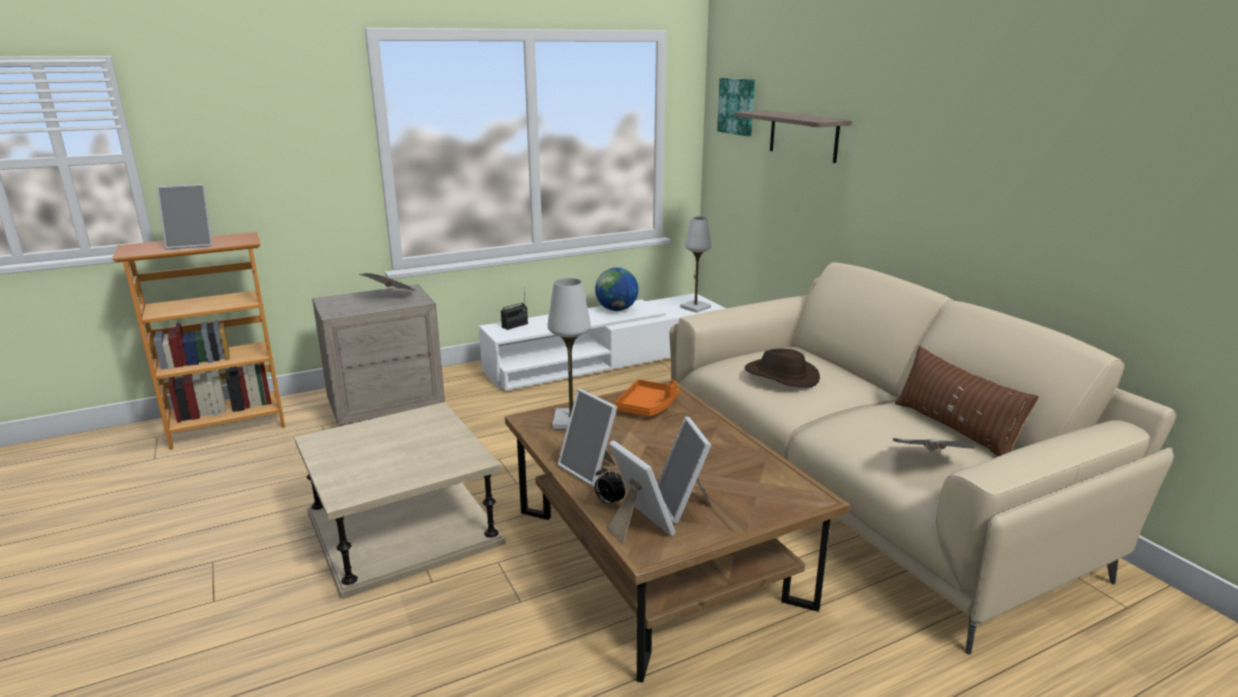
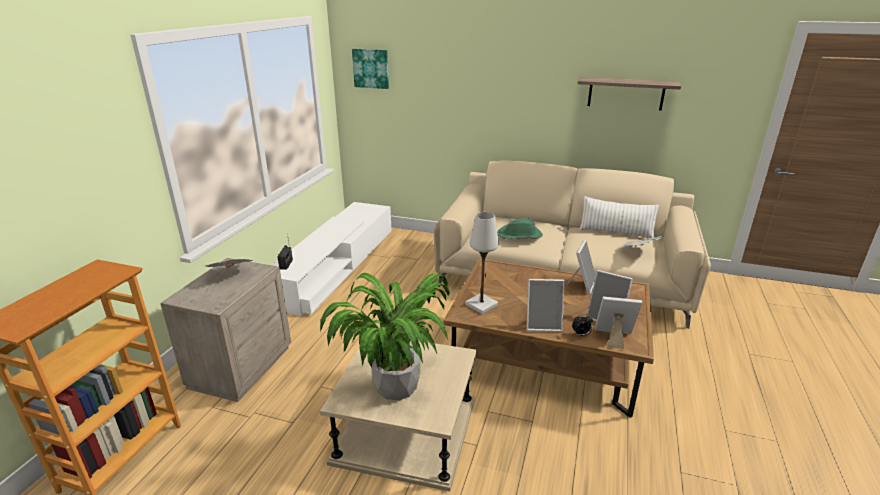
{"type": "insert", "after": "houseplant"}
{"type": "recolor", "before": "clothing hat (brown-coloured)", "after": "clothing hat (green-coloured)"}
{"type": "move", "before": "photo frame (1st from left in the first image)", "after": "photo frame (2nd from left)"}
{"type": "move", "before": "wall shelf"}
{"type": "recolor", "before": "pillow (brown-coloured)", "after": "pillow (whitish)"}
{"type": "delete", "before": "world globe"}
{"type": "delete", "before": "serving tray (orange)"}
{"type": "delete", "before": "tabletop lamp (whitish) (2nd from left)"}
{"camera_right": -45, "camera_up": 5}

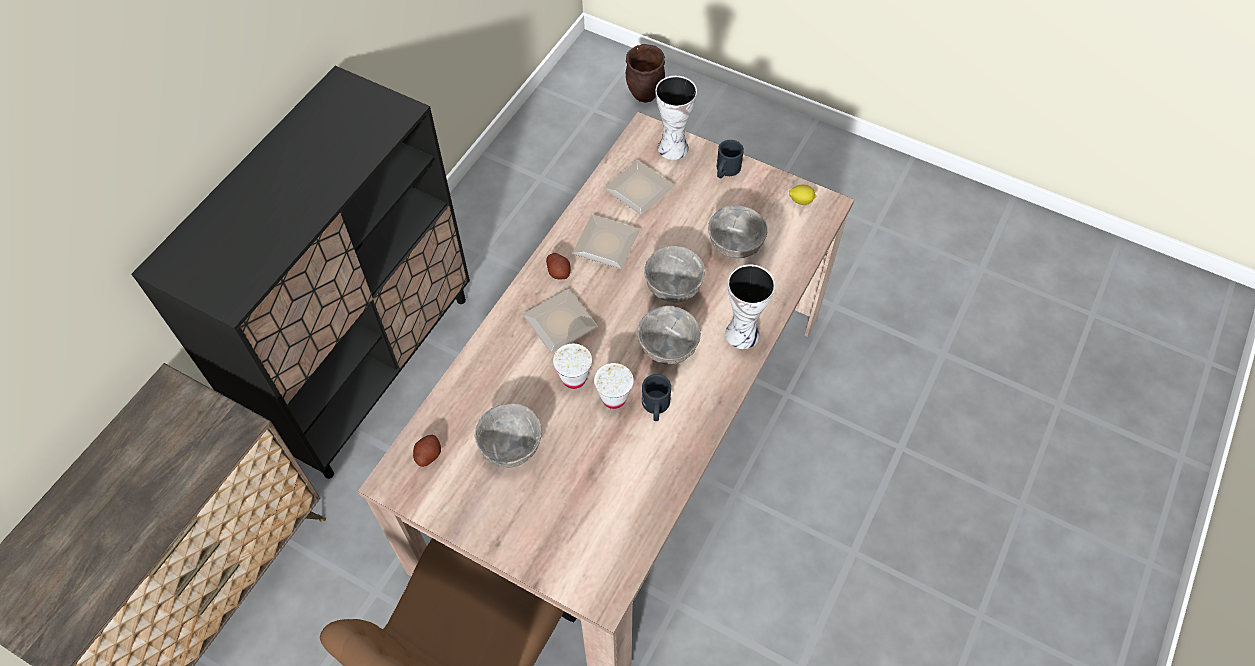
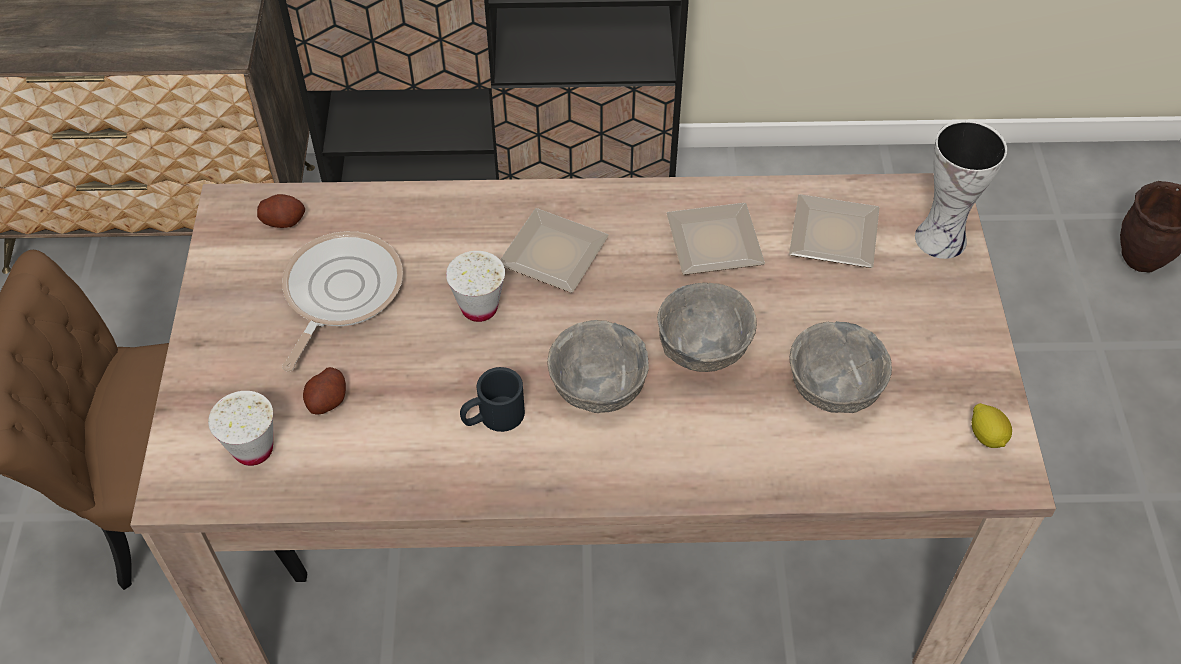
{"type": "move", "before": "cup (whitish) (2nd from left in the first image)", "after": "cup (whitish) (1st from left)"}
{"type": "replace", "before": "deep dish (grey) (1st from left)", "after": "pan"}
{"type": "move", "before": "potato (2nd from left)"}
{"type": "delete", "before": "coffee mug (black-coloured) (2nd from left)"}
{"type": "delete", "before": "decorative vase (2nd from left)"}
{"camera_right": 60, "camera_up": -5}

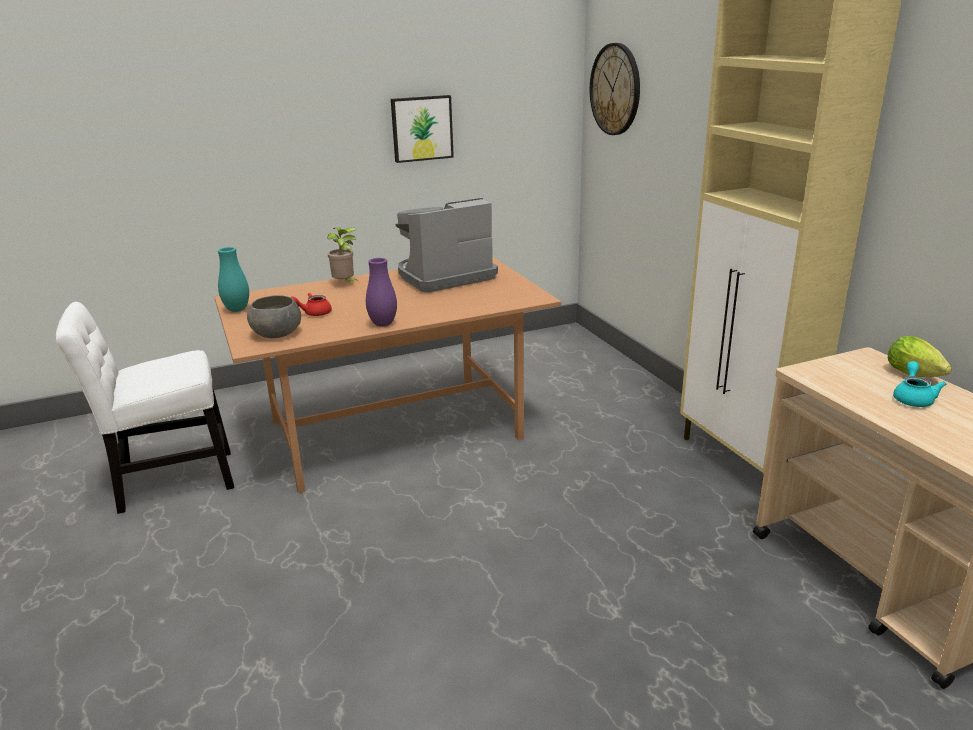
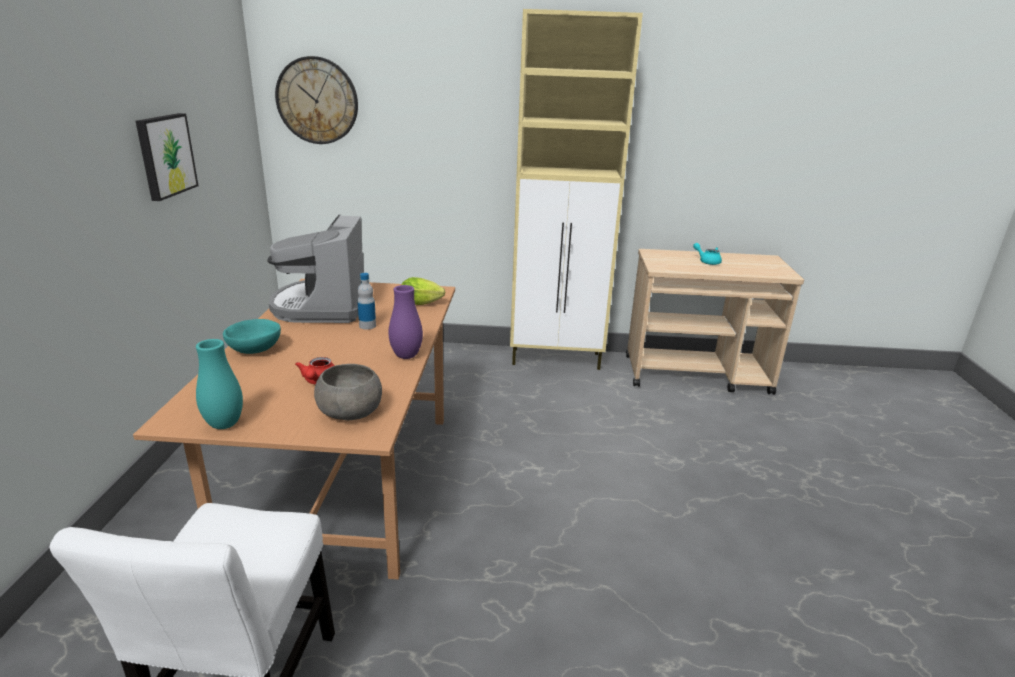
{"type": "replace", "before": "houseplant", "after": "deep dish (turquoise-coloured)"}
{"type": "insert", "after": "beverage bottle"}
{"type": "move", "before": "lettuce"}
{"camera_right": -65, "camera_up": 0}

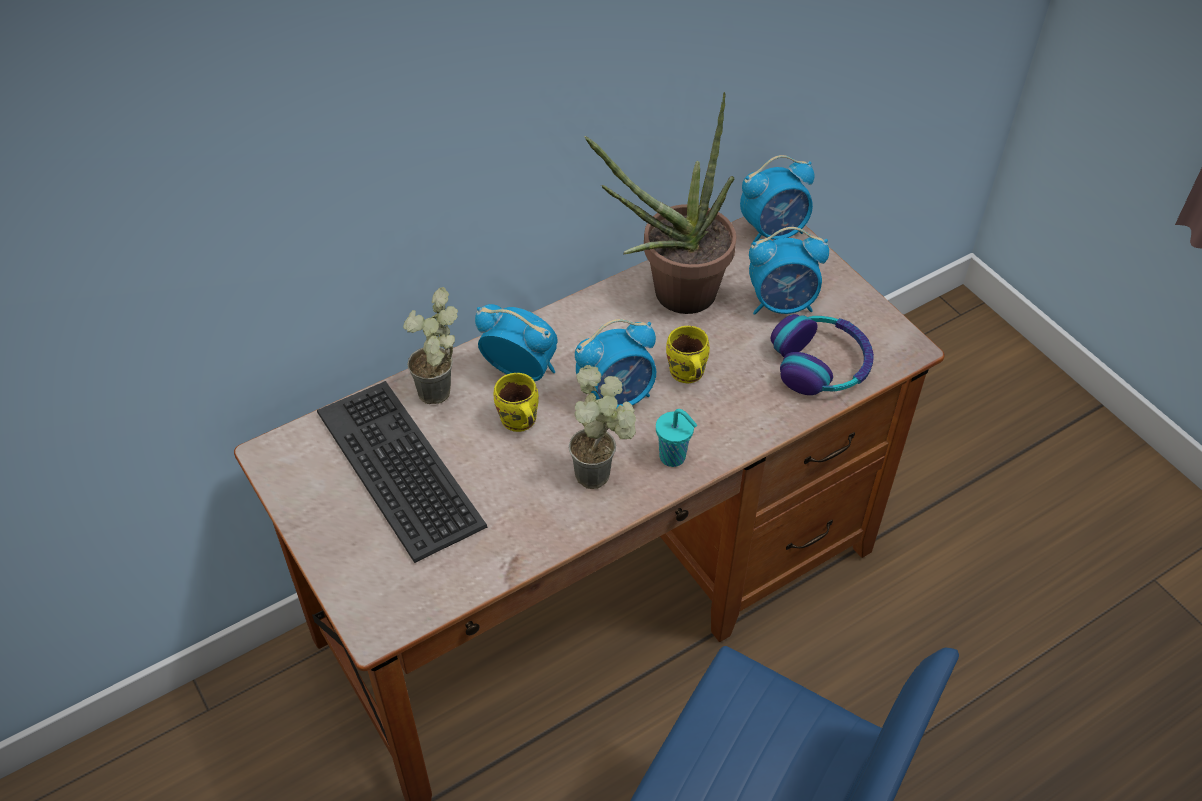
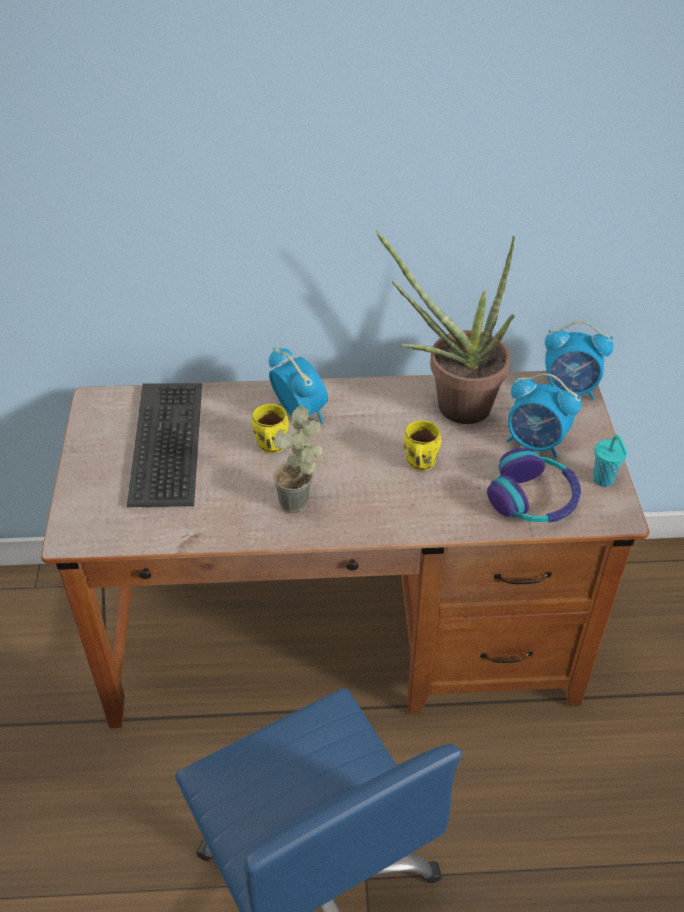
{"type": "move", "before": "cup (turquoise-coloured)"}
{"type": "delete", "before": "houseplant (1st from left)"}
{"type": "delete", "before": "alarm clock (2nd from left)"}
{"camera_right": 30, "camera_up": -5}

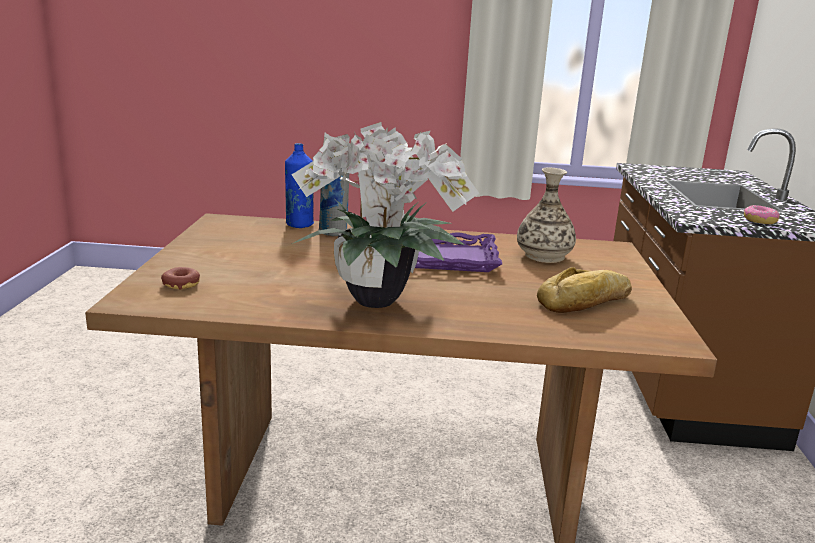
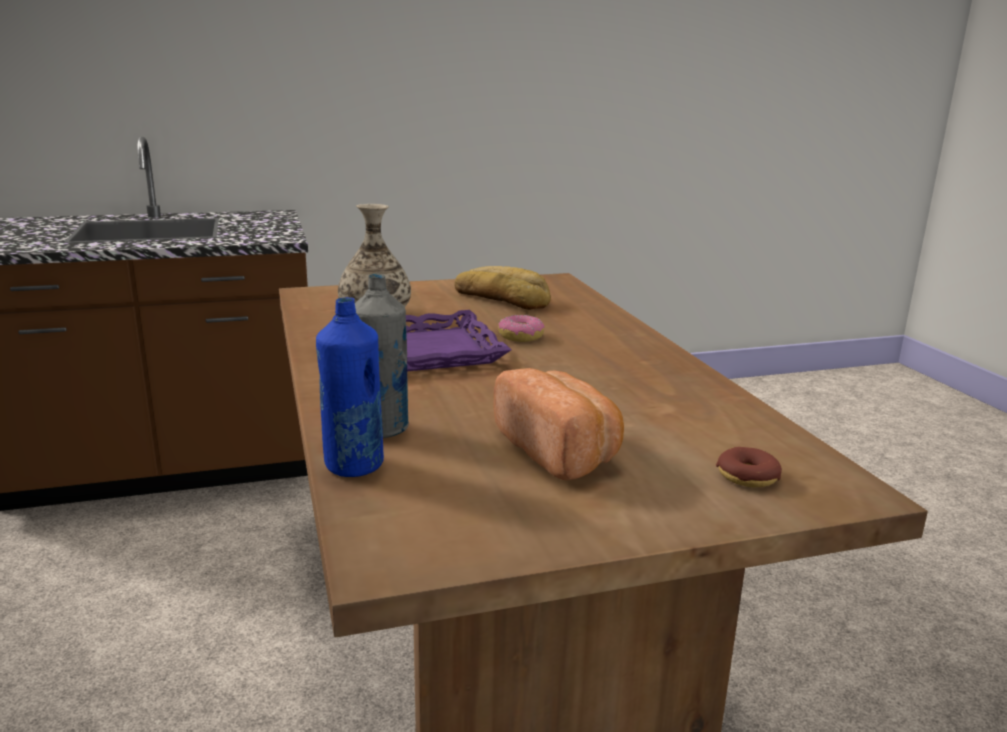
{"type": "insert", "after": "bread (2nd from left)"}
{"type": "move", "before": "ring doughnut (2nd from left in the first image)", "after": "ring doughnut (1st from left)"}
{"type": "delete", "before": "houseplant"}
{"camera_right": -110, "camera_up": 0}

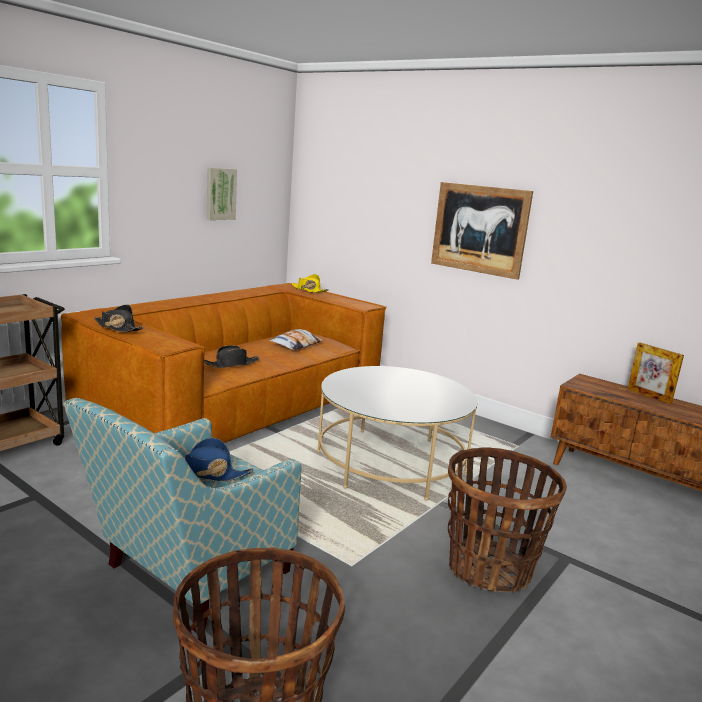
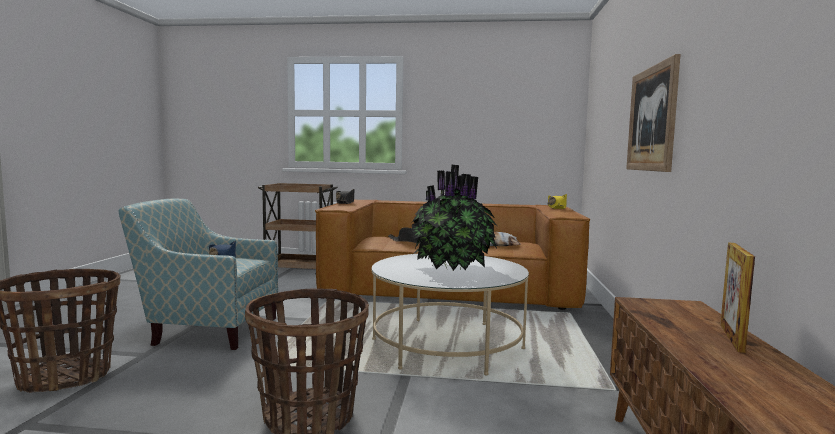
{"type": "insert", "after": "houseplant"}
{"type": "delete", "before": "picture (1st from left)"}
{"camera_right": 60, "camera_up": -10}

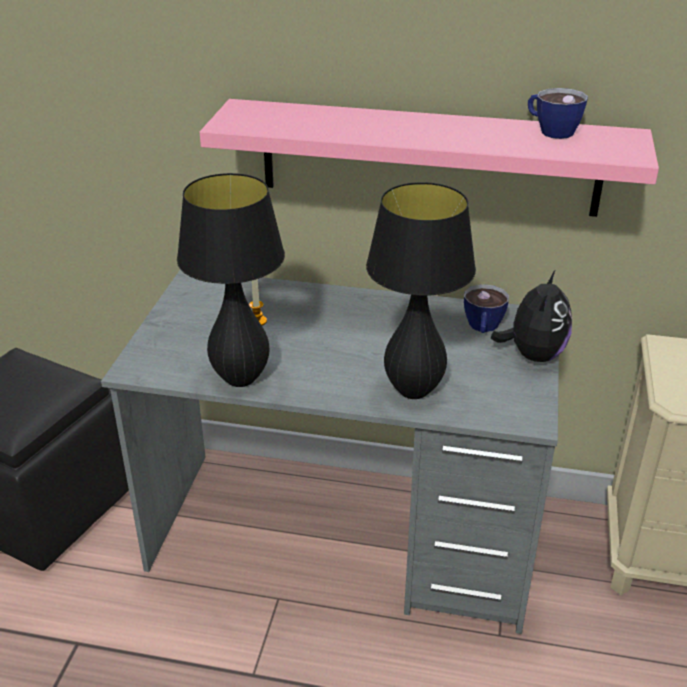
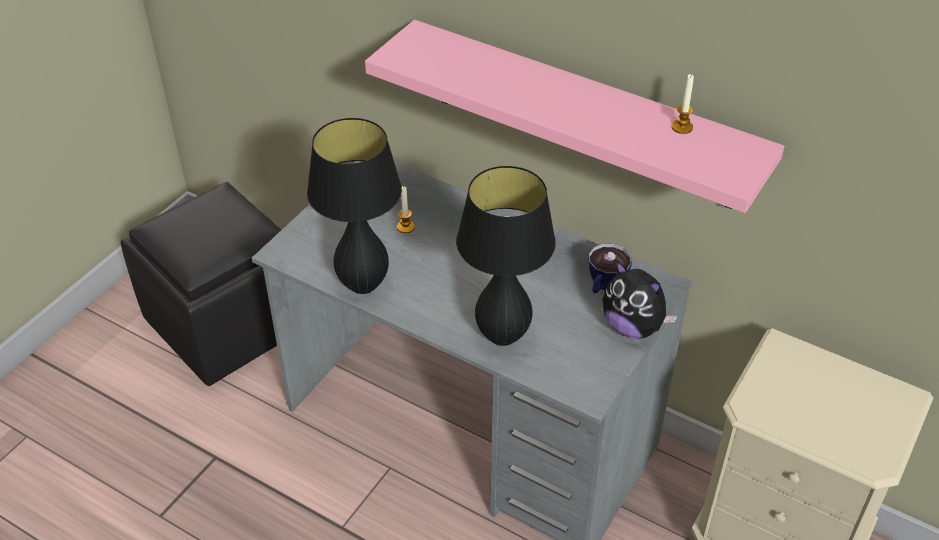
{"type": "rotate", "before": "cuddly toy", "turn": 90}
{"type": "replace", "before": "cup (2nd from left)", "after": "wax light (2nd from left)"}
{"camera_right": 20, "camera_up": 10}

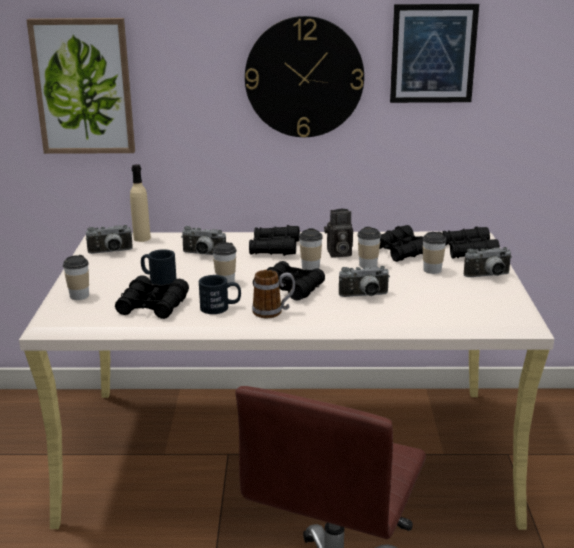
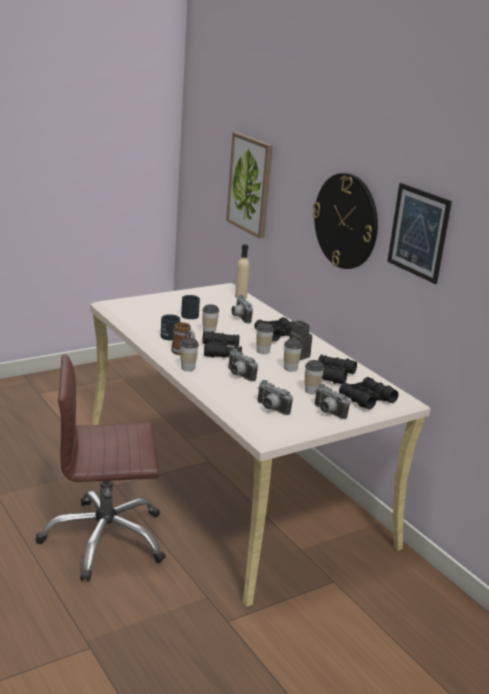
{"type": "move", "before": "cup (1st from left)"}
{"type": "move", "before": "photo camera (1st from left in the first image)", "after": "photo camera (3rd from left)"}
{"type": "delete", "before": "pair of binoculars (black-coloured) (1st from left)"}
{"camera_right": 55, "camera_up": 0}

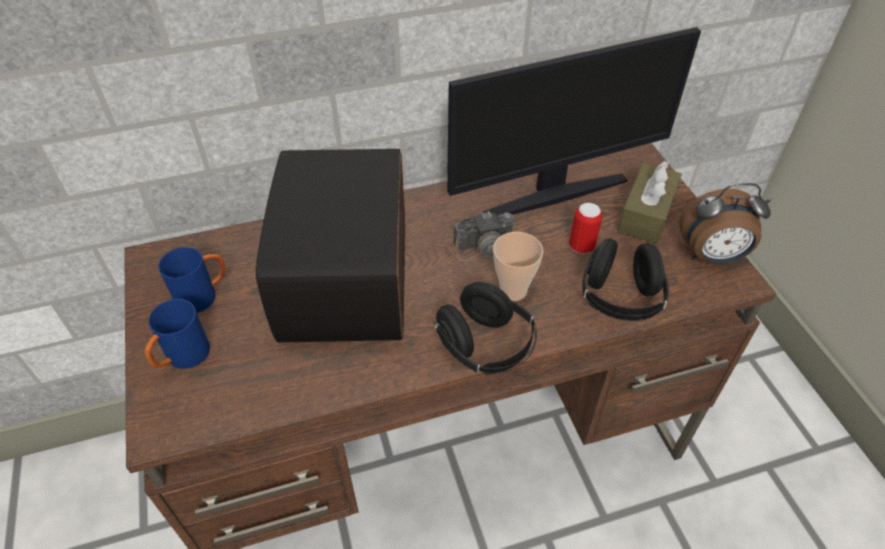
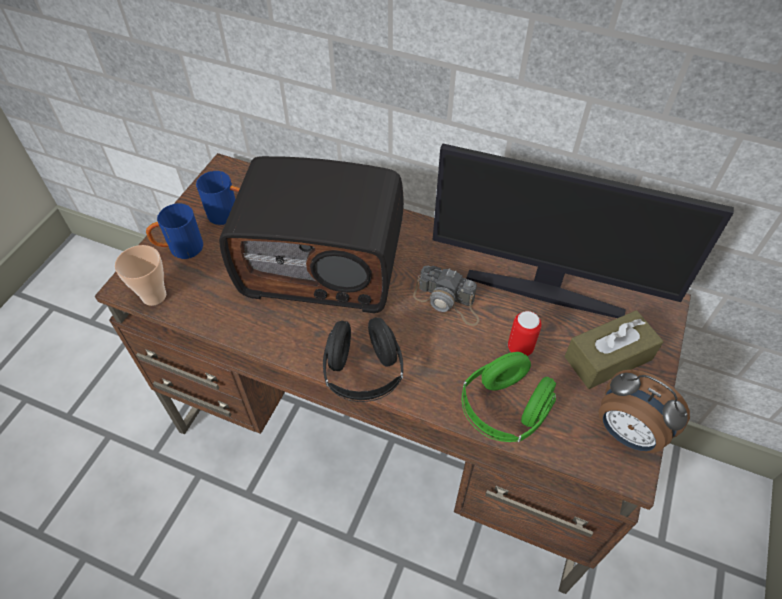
{"type": "move", "before": "cup"}
{"type": "rotate", "before": "radio set", "turn": -120}
{"type": "recolor", "before": "pair of headphones (black-coloured) (2nd from left)", "after": "pair of headphones (green-coloured)"}
{"camera_right": 40, "camera_up": 5}

